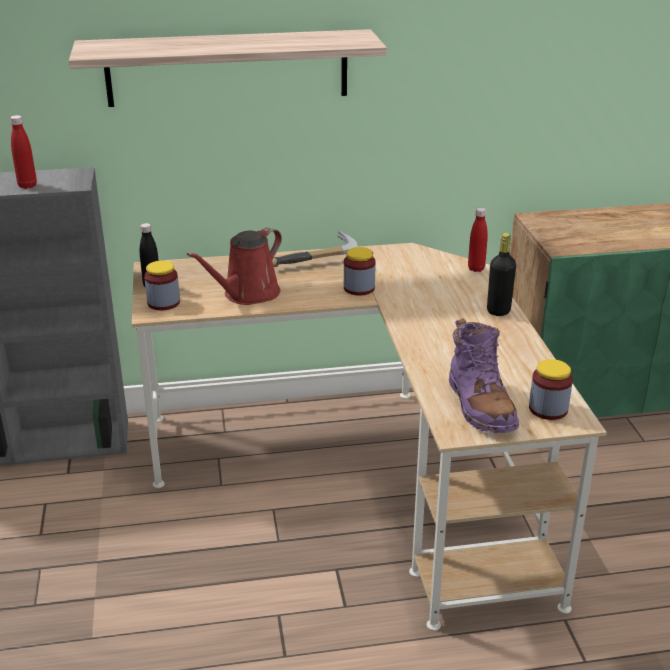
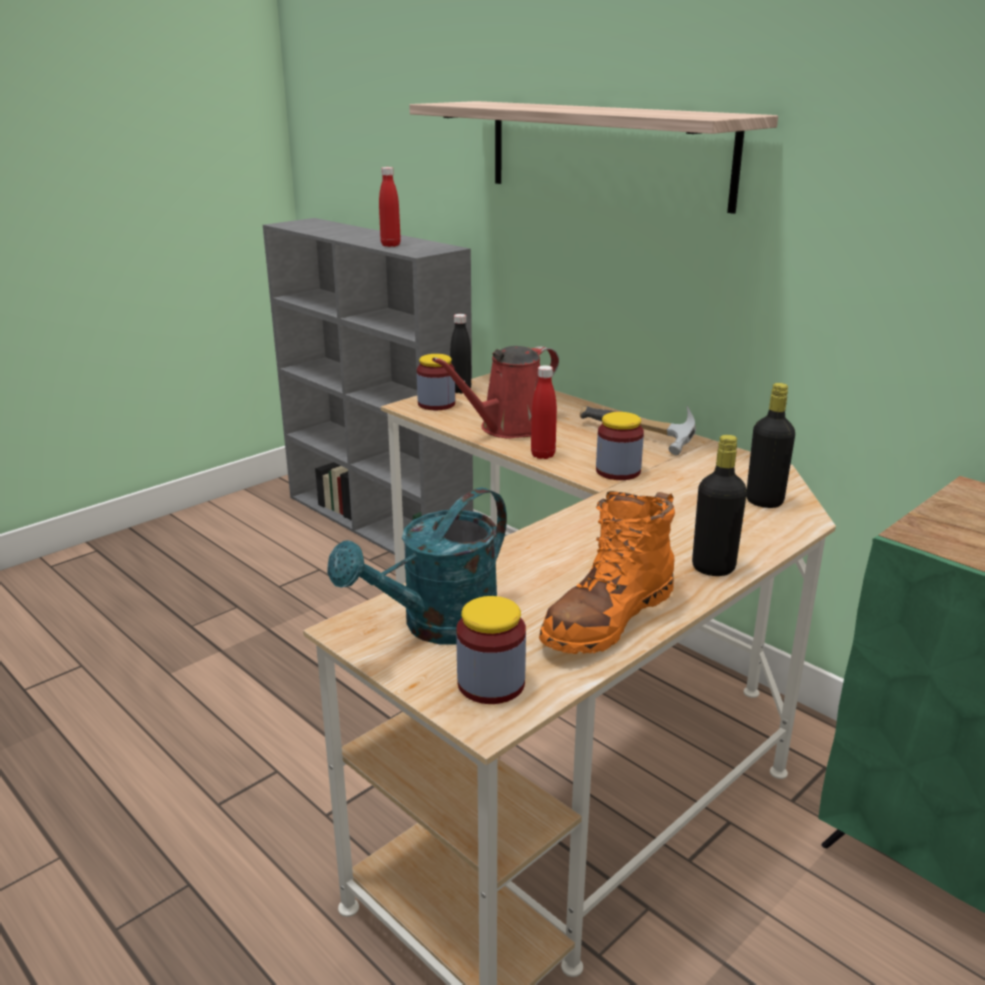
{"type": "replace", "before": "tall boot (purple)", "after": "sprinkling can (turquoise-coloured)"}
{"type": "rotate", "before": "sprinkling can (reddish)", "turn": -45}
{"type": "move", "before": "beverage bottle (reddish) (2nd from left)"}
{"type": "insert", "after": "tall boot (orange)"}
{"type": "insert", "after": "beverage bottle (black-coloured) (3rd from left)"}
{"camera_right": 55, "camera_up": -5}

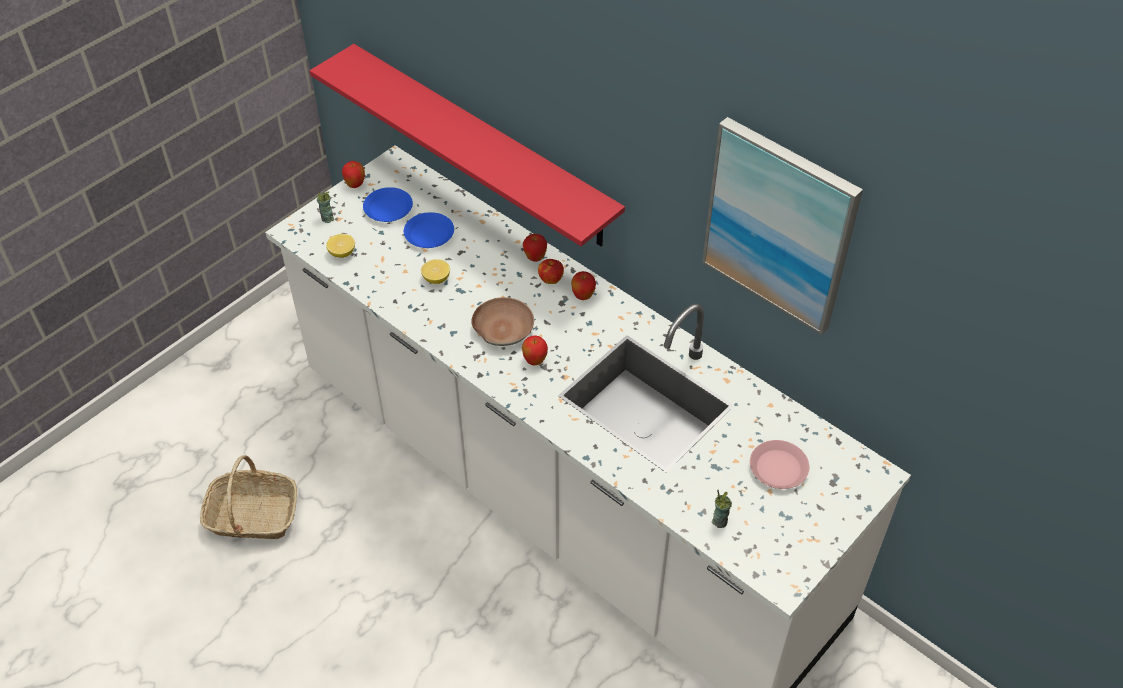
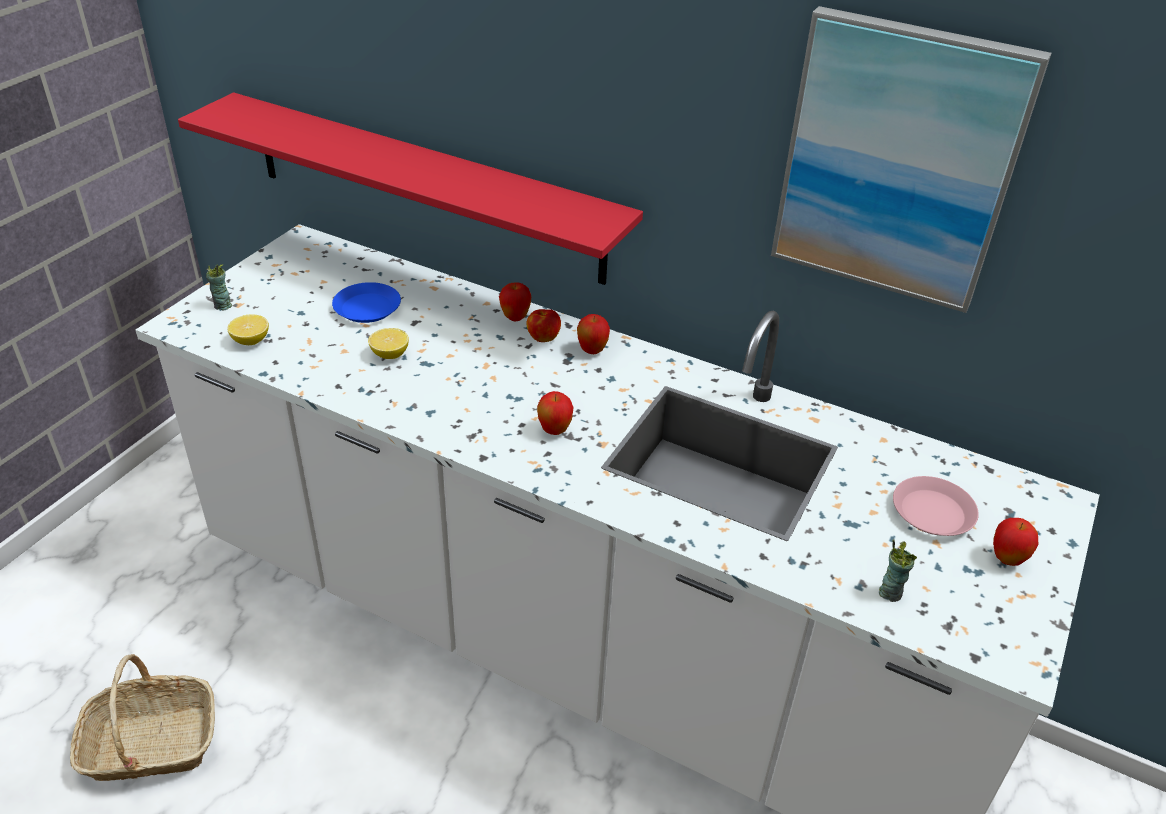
{"type": "move", "before": "whole apple (1st from left in the first image)", "after": "whole apple (5th from left)"}
{"type": "delete", "before": "dinner plate (bluish) (1st from left)"}
{"type": "delete", "before": "deep dish (brown-coloured)"}
{"camera_right": -15, "camera_up": -10}

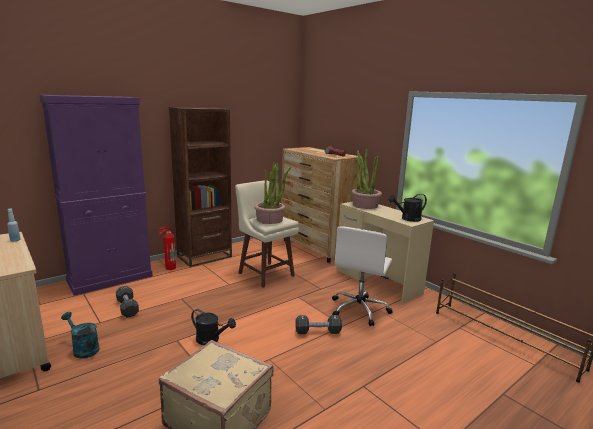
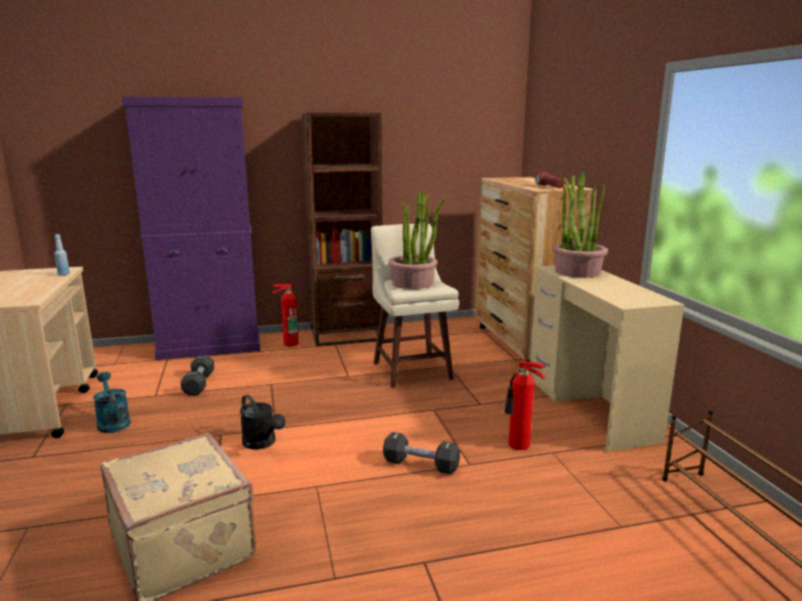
{"type": "replace", "before": "office chair (whitish)", "after": "extinguisher (2nd from left)"}
{"type": "delete", "before": "sprinkling can (black-coloured) (2nd from left)"}
{"camera_right": 25, "camera_up": 0}

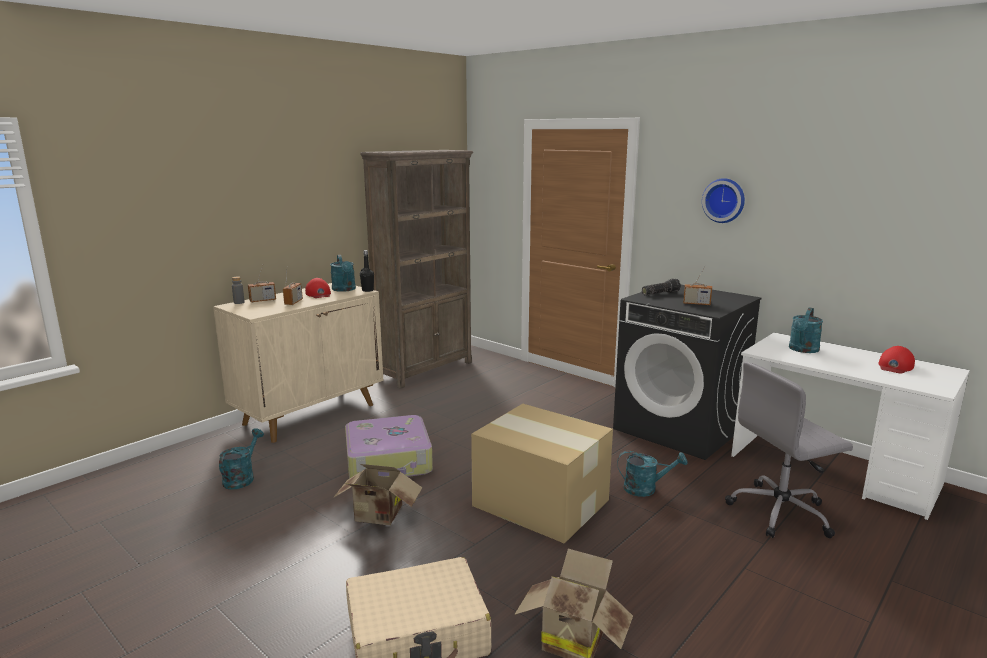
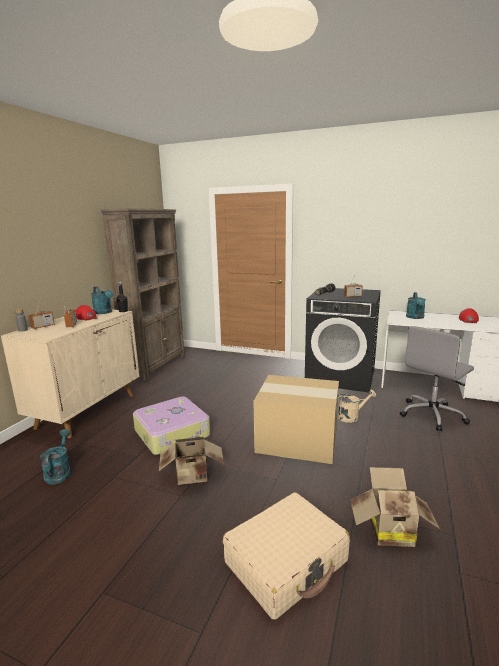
{"type": "recolor", "before": "sprinkling can (turquoise-coloured) (3rd from left)", "after": "sprinkling can (sand-coloured)"}
{"type": "delete", "before": "hanging clock"}
{"camera_right": -20, "camera_up": 0}

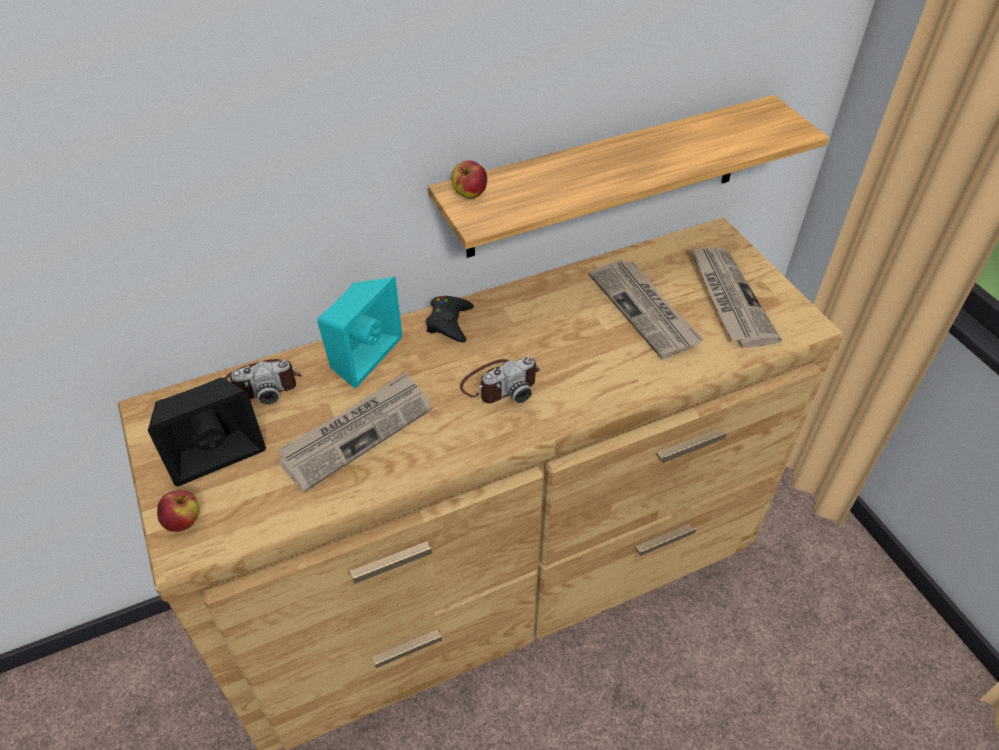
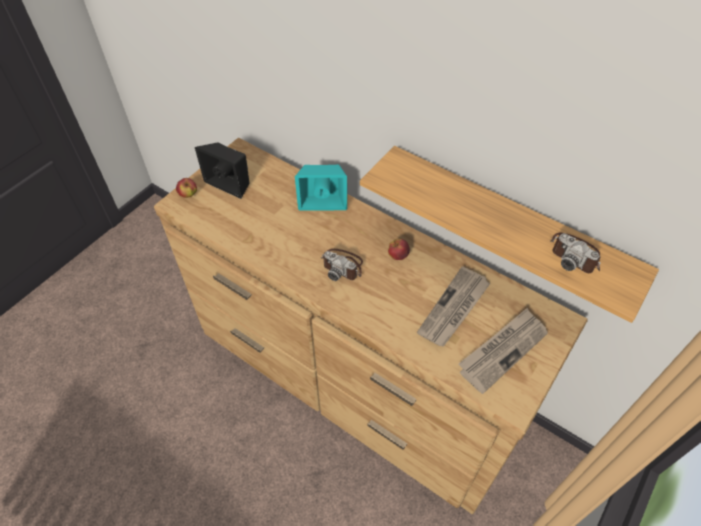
{"type": "move", "before": "whole apple (2nd from left)"}
{"type": "move", "before": "photo camera (1st from left in the first image)", "after": "photo camera (2nd from left)"}
{"type": "delete", "before": "printed paper (1st from left)"}
{"type": "delete", "before": "game controller (black-coloured)"}
{"camera_right": 60, "camera_up": 5}

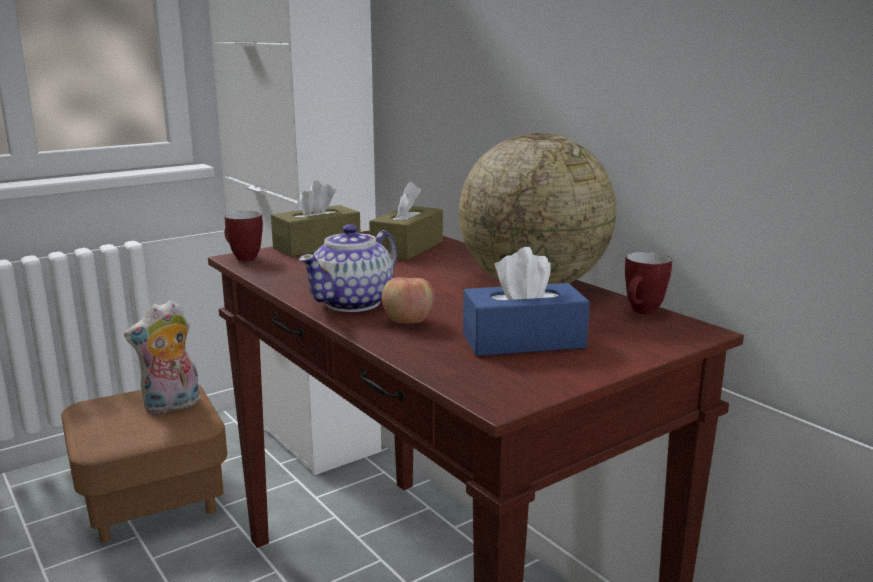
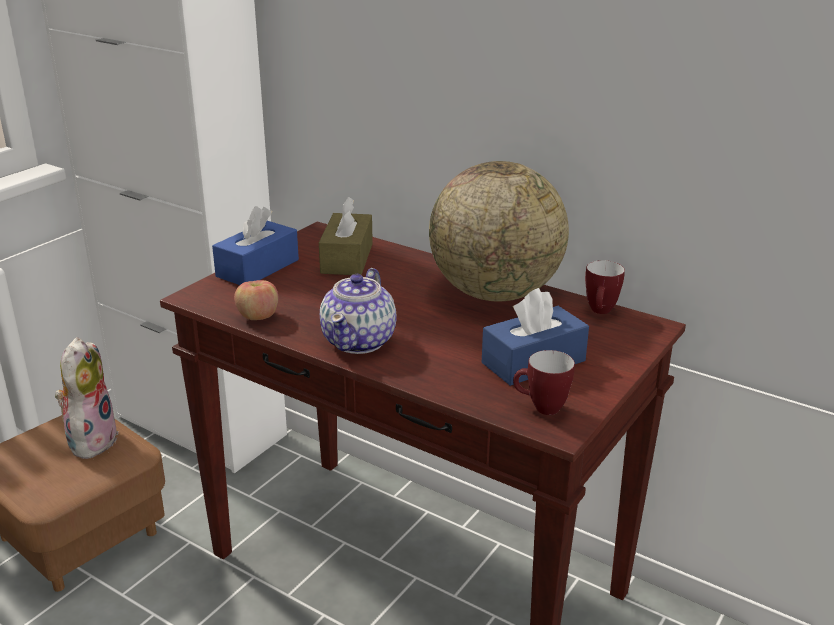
{"type": "rotate", "before": "cuddly toy", "turn": 150}
{"type": "recolor", "before": "tissue box (brown-coloured) (1st from left)", "after": "tissue box (bluish) (1st from left)"}
{"type": "move", "before": "whole apple"}
{"type": "move", "before": "coffee mug (1st from left)"}
{"camera_right": -20, "camera_up": 10}

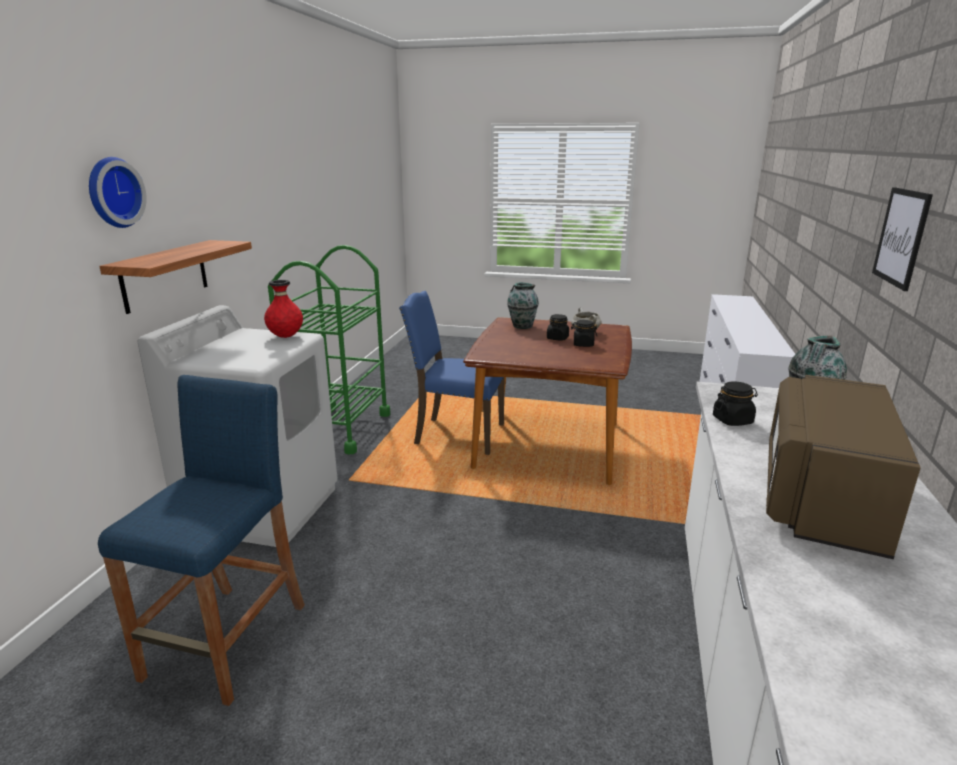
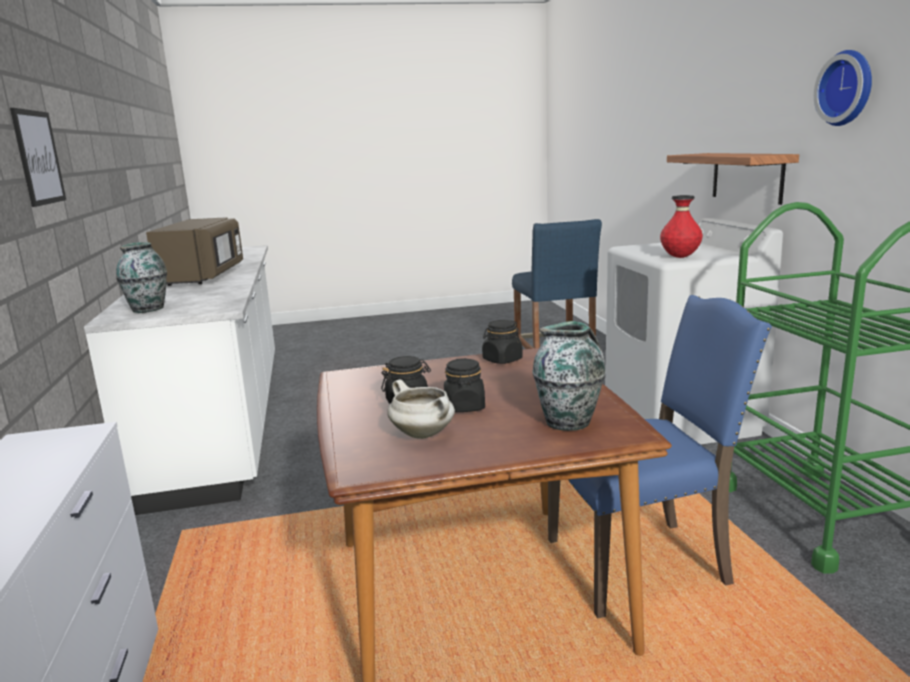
{"type": "move", "before": "preserve jar (black-coloured) (3rd from left)"}
{"type": "move", "before": "hanging clock"}
{"camera_right": 155, "camera_up": -5}

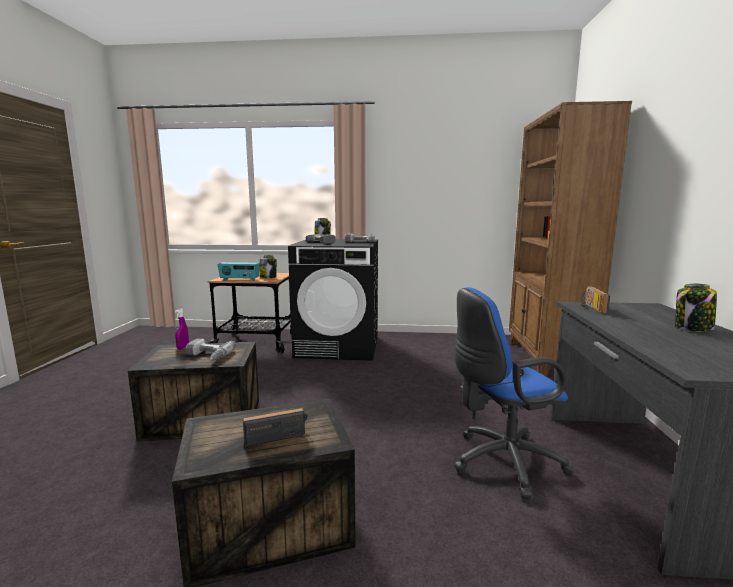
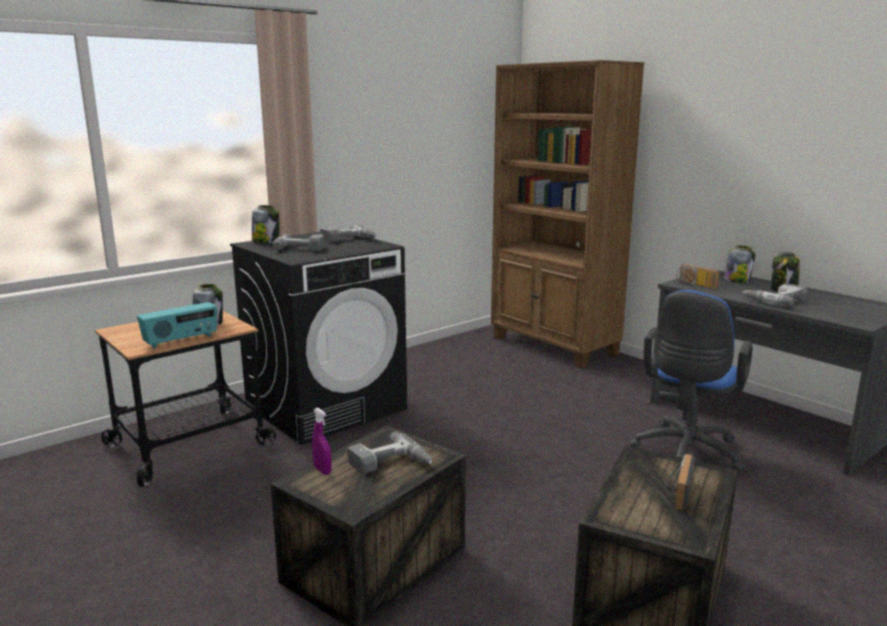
{"type": "insert", "after": "preserve jar (3rd from left)"}
{"type": "insert", "after": "power drill (4th from left)"}
{"camera_right": -45, "camera_up": 5}

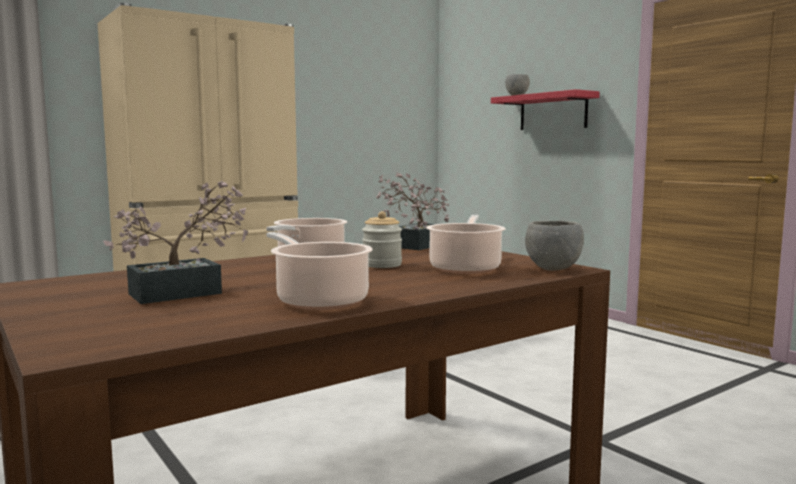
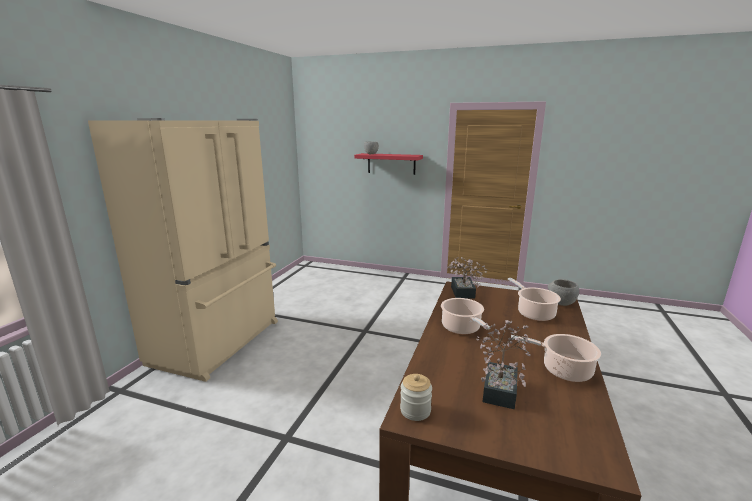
{"type": "move", "before": "preserve jar"}
{"camera_right": -35, "camera_up": 10}

